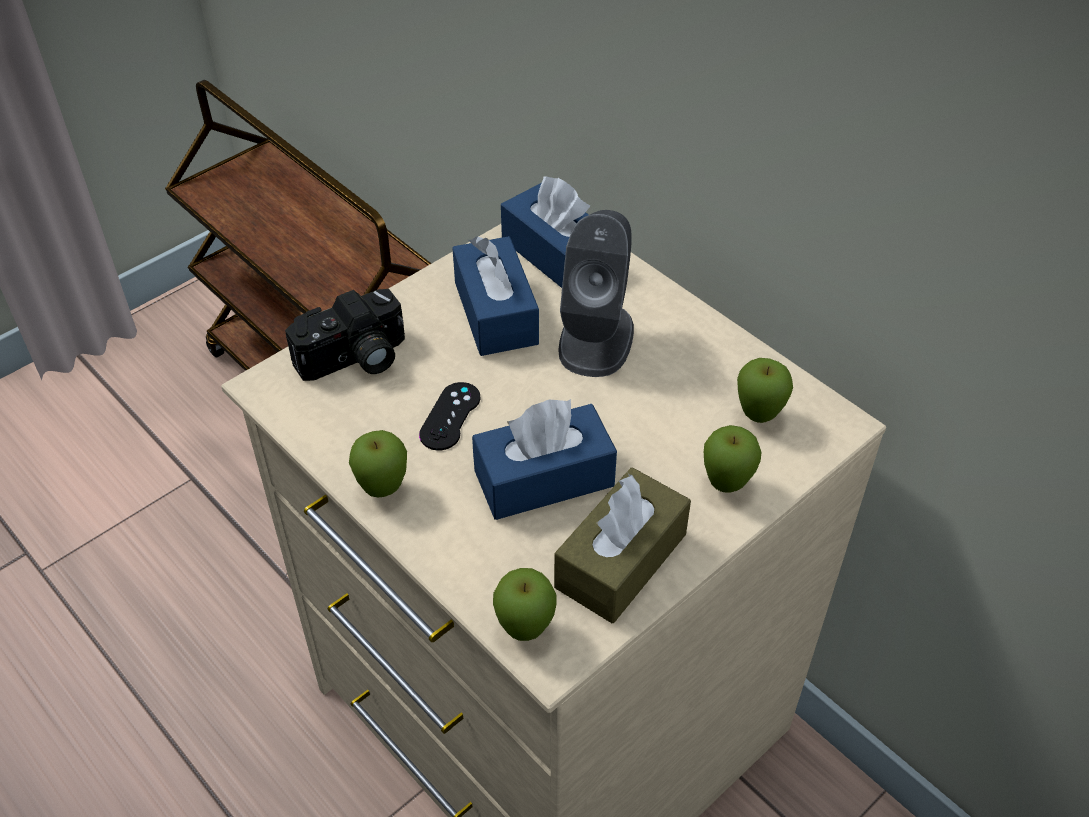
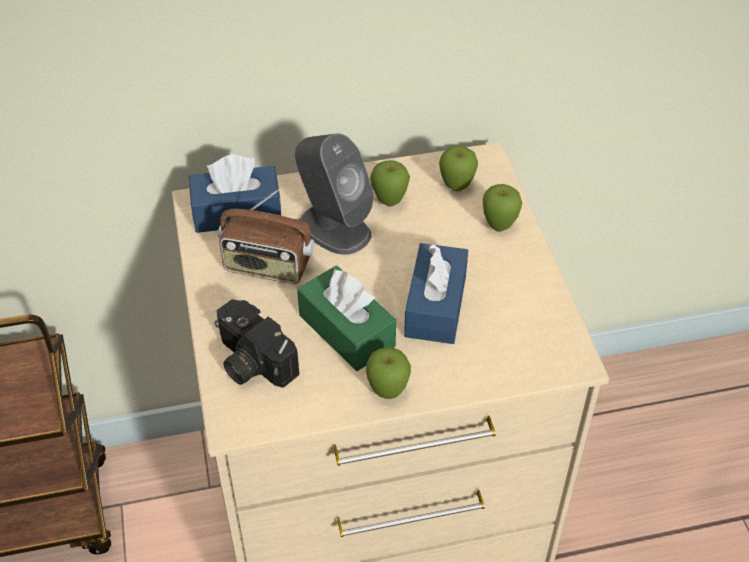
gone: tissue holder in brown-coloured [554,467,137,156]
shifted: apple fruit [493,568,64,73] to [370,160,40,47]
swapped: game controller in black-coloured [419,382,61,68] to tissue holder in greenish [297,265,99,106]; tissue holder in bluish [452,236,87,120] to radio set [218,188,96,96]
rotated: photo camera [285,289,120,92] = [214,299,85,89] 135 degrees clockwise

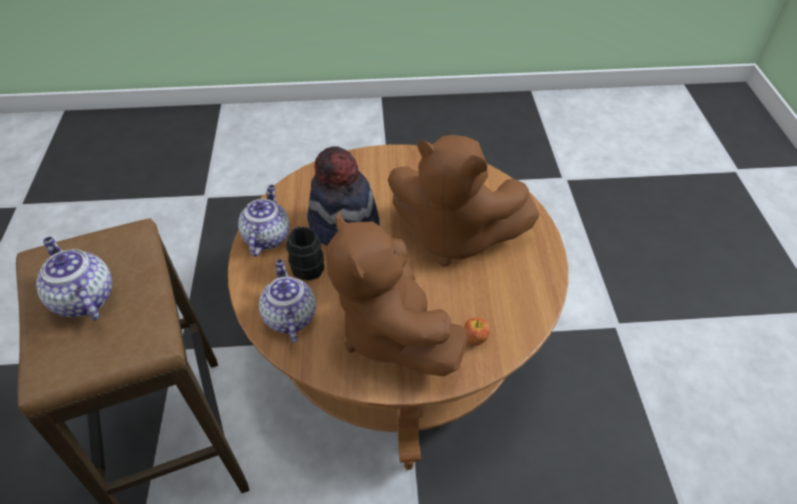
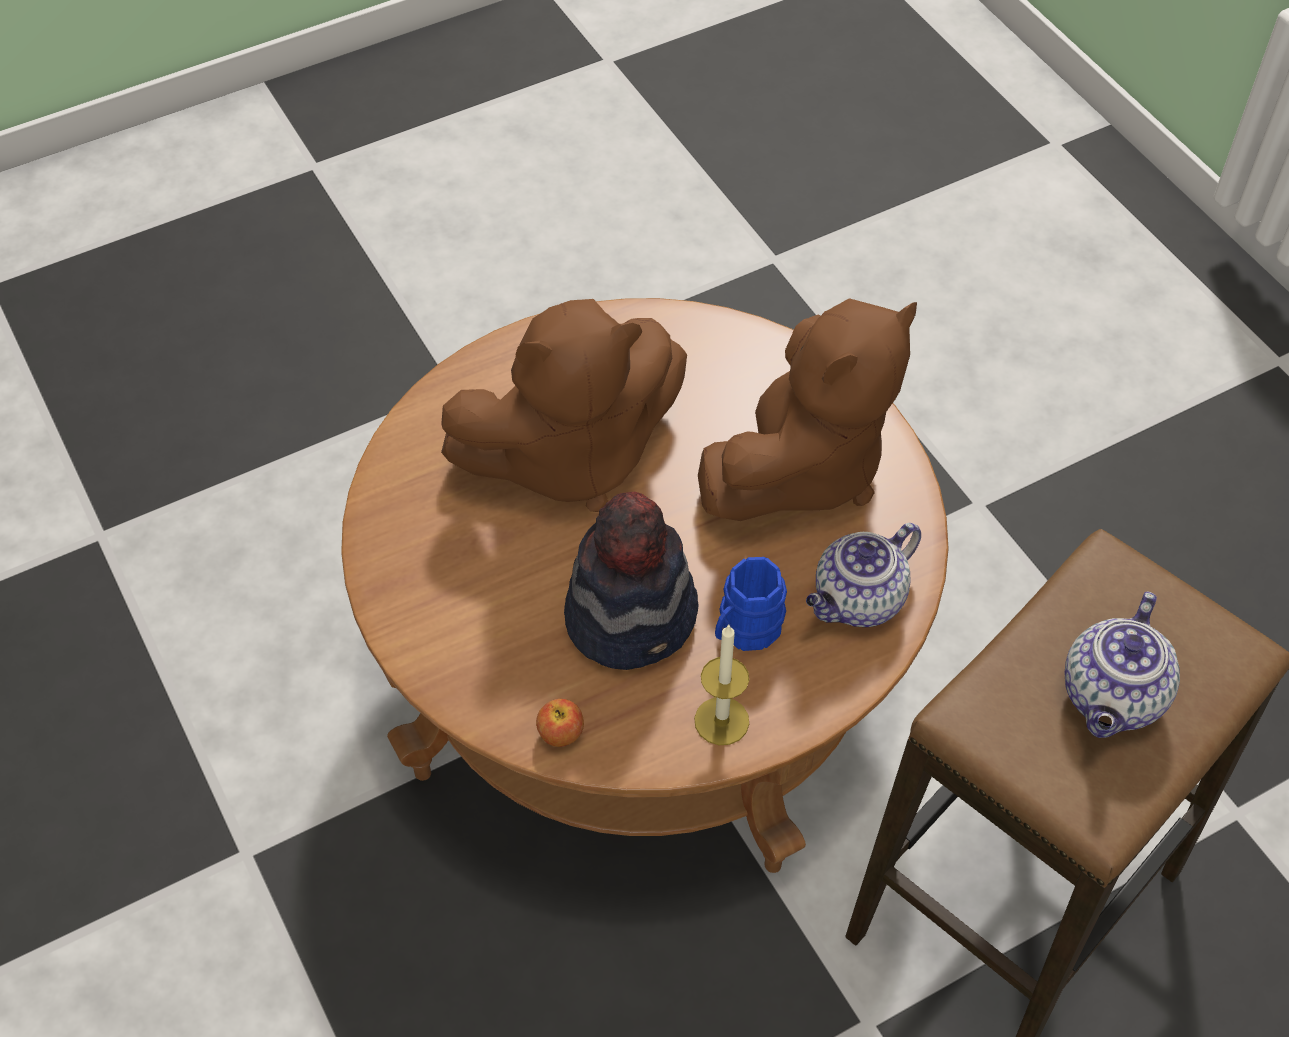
shifted: apple fruit [464,317,26,28] to [536,699,48,48]
swapped: tea pot [238,185,52,72] to candle [694,624,55,121]
repainted: mug in black-coloured [286,226,38,55] to mug in bluish [715,557,72,94]
rotated: cuddly toy in brown-coloured [387,135,153,131] = [441,299,246,213] 75 degrees clockwise

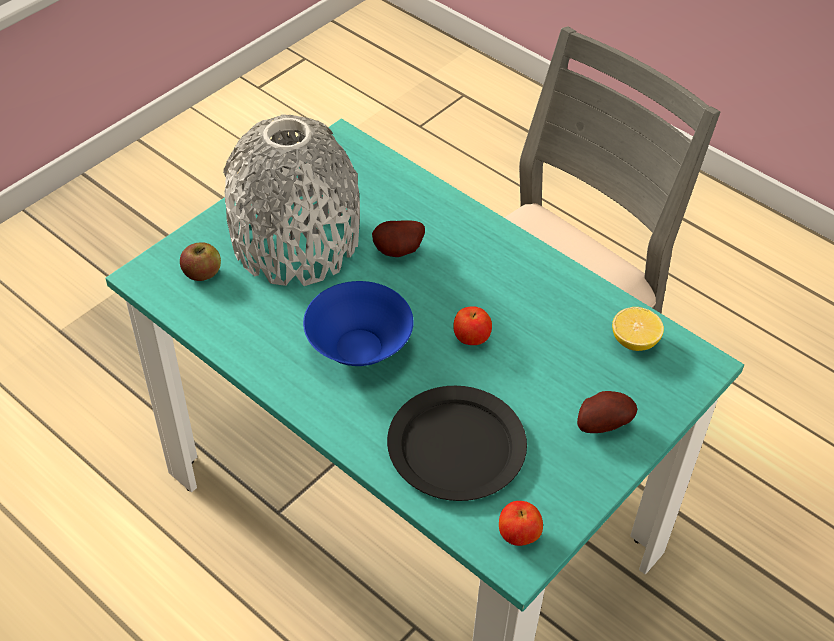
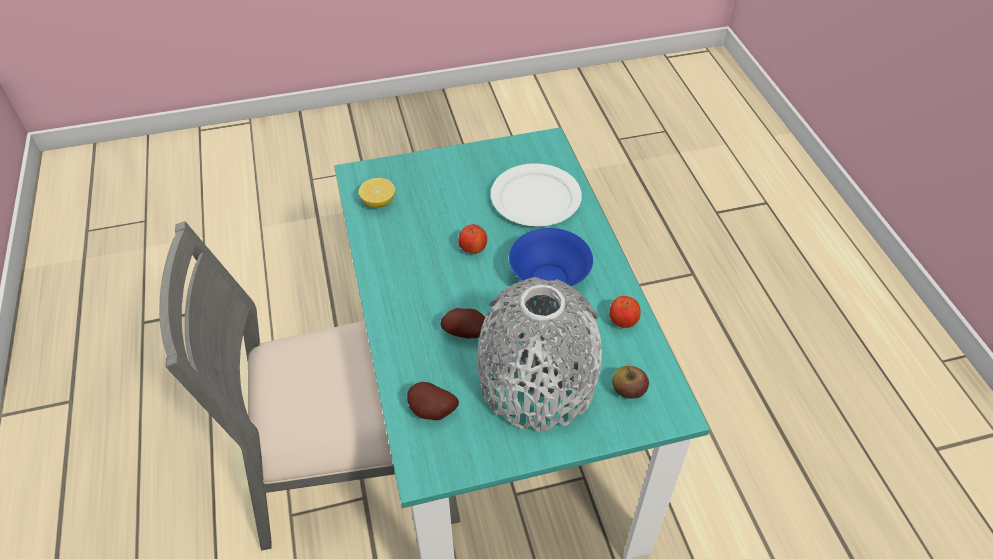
shifted: apple fruit [499,501,44,45] to [609,296,32,32]; spud [577,391,60,42] to [407,382,52,38]
repainted: plate in black-coloured [387,386,140,115] to plate in white [491,163,91,63]

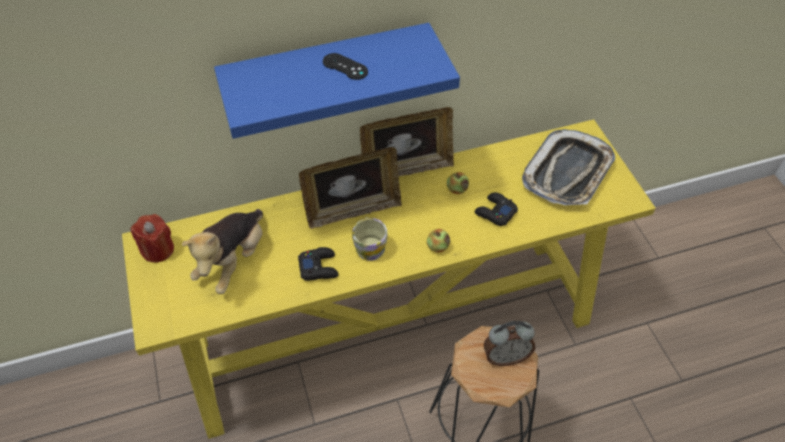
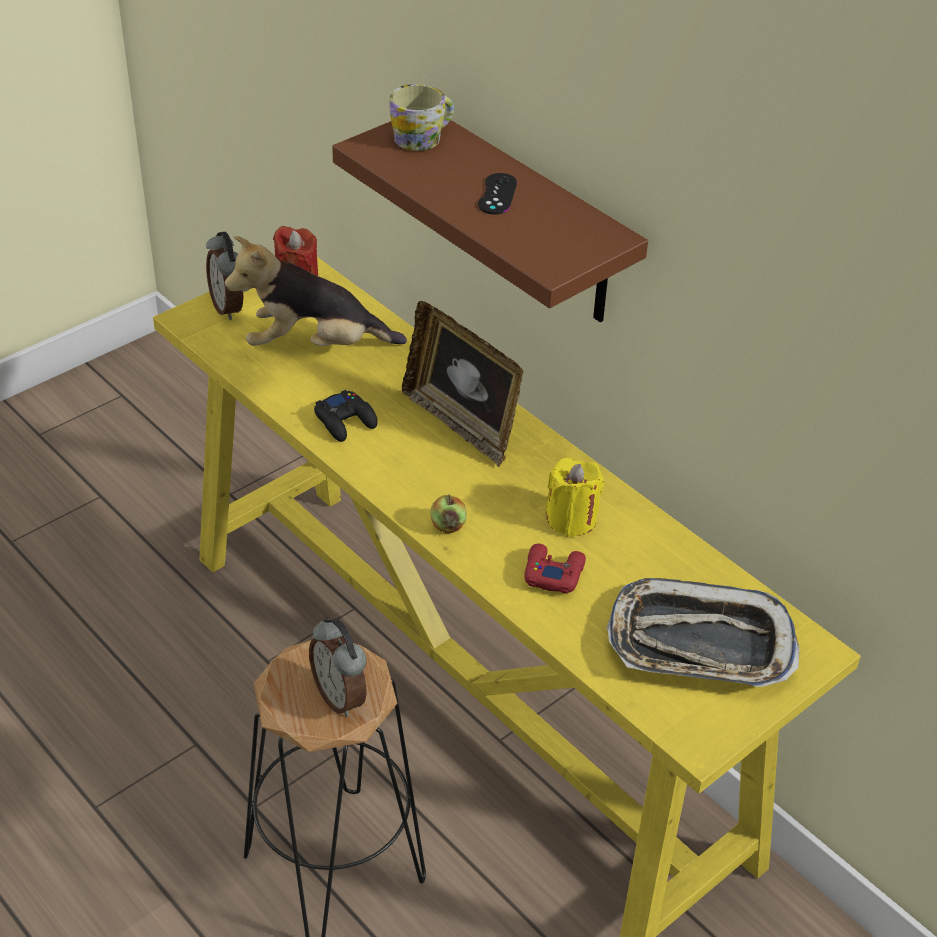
gone: photo frame [360,107,94,69]
new: table clock [206,232,37,88]
shifted: mug [352,217,36,44] to [389,84,65,67]
swapped: apple fruit [447,172,22,22] to candle in yellowish [545,458,59,79]
repainted: wall shelf in bluish [214,23,246,116] to wall shelf in brown-coloured [332,120,316,202]; game controller in black-coloured [475,193,43,33] to game controller in red-coloured [524,544,62,50]

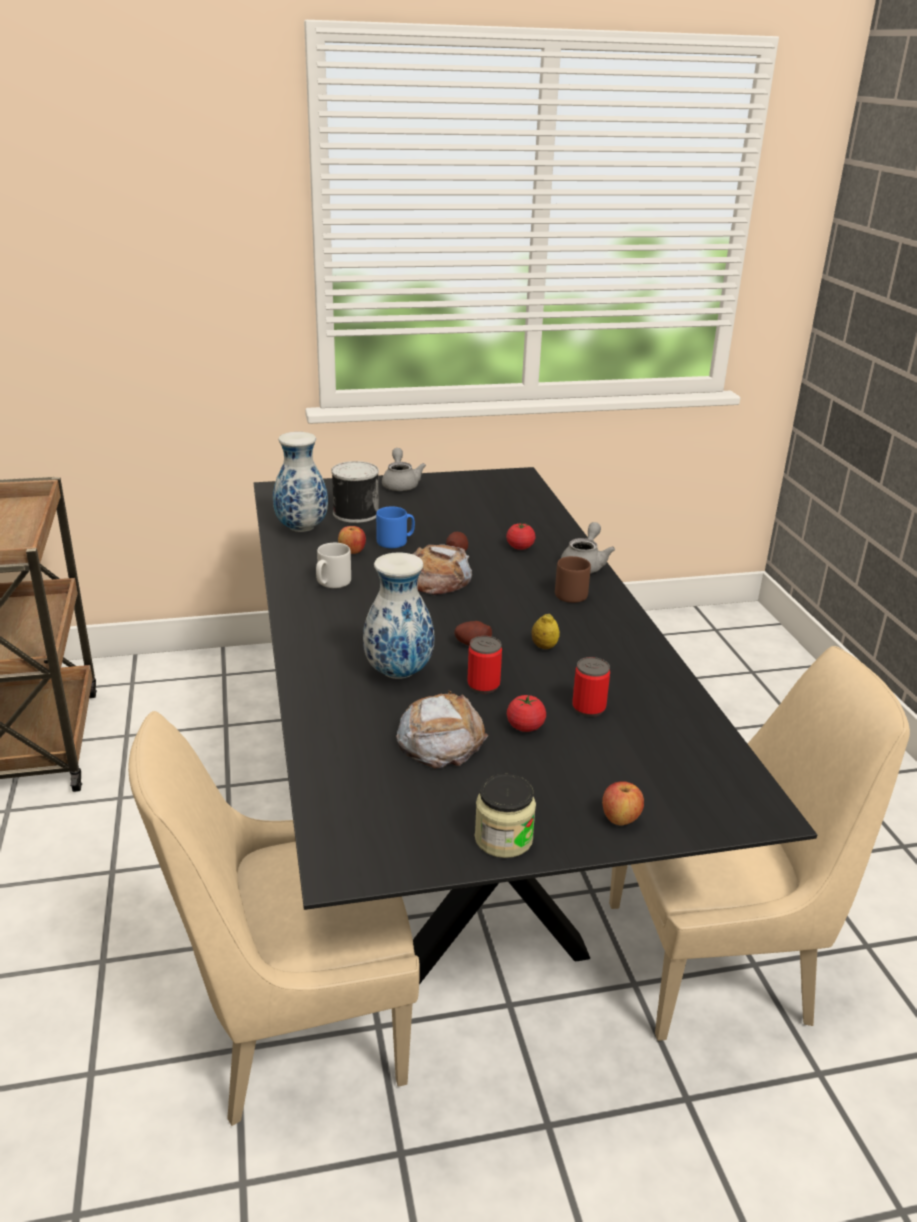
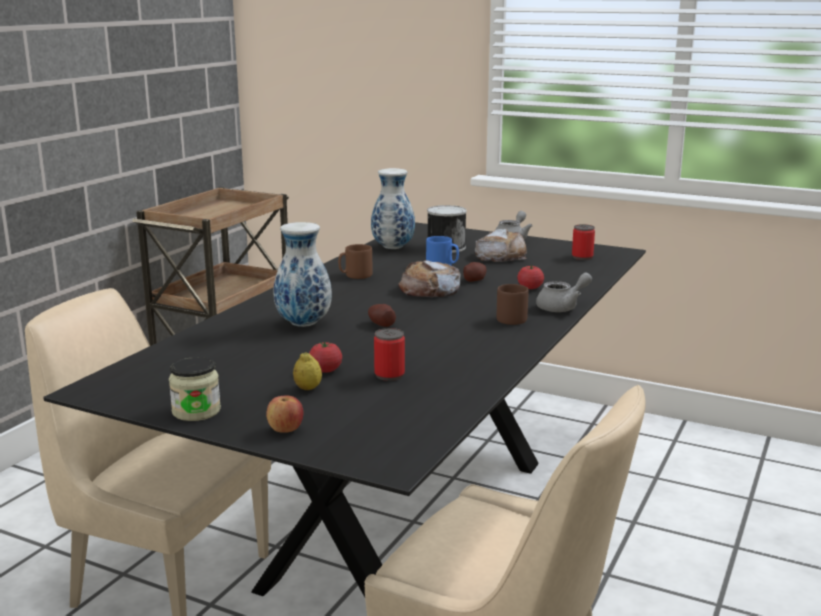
gone: apple fruit [338,526,28,28]
shifted: bread [396,690,92,78] to [475,229,52,33]; can [467,636,35,58] to [572,224,23,36]; citrus fruit [532,614,28,35] to [293,352,29,38]
repainted: mug in grey [316,543,35,45] to mug in brown-coloured [338,244,35,35]

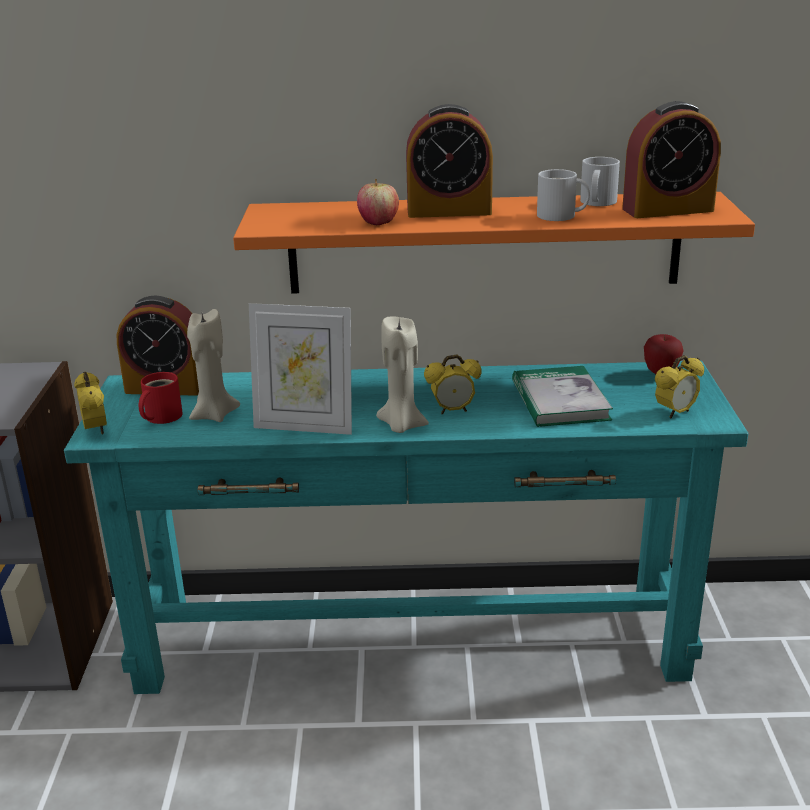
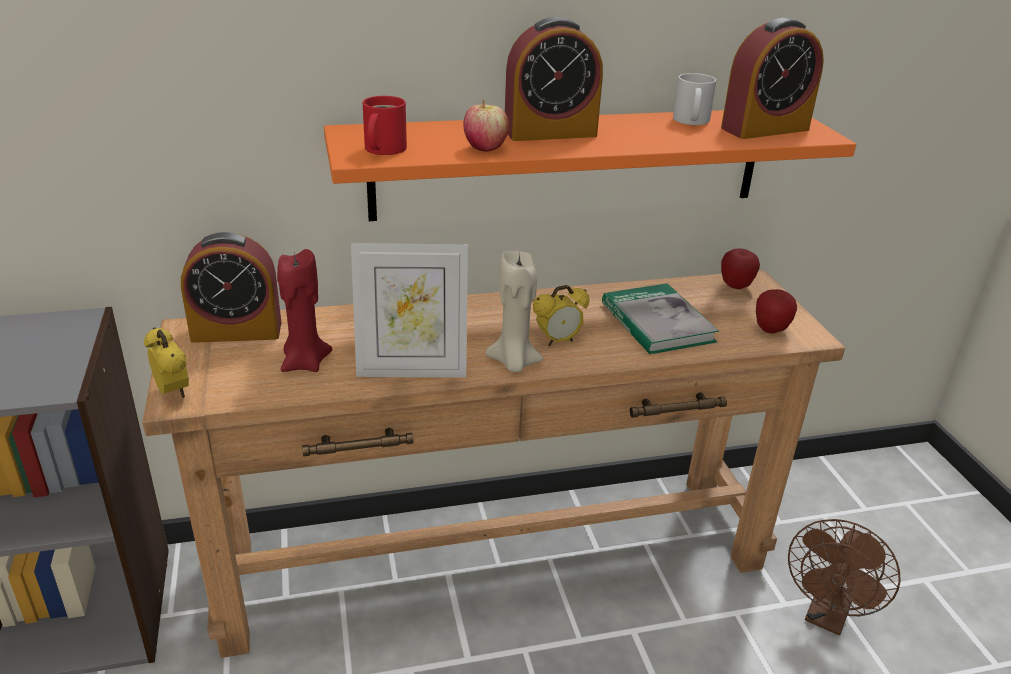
gone: mug in white [537,169,53,52]
new: cooling fan in brown-coloured [788,519,113,116]
shifted: mug in red-coloured [139,372,44,52] to [363,96,44,59]
swapped: table clock [655,355,49,64] to apple fruit [756,289,41,44]
repainted: narrow table in turquoise [64,361,685,333] to narrow table in brown-coloured [142,270,703,388]; candle in sand-coloured [187,309,53,113] to candle in red-coloured [277,249,55,123]

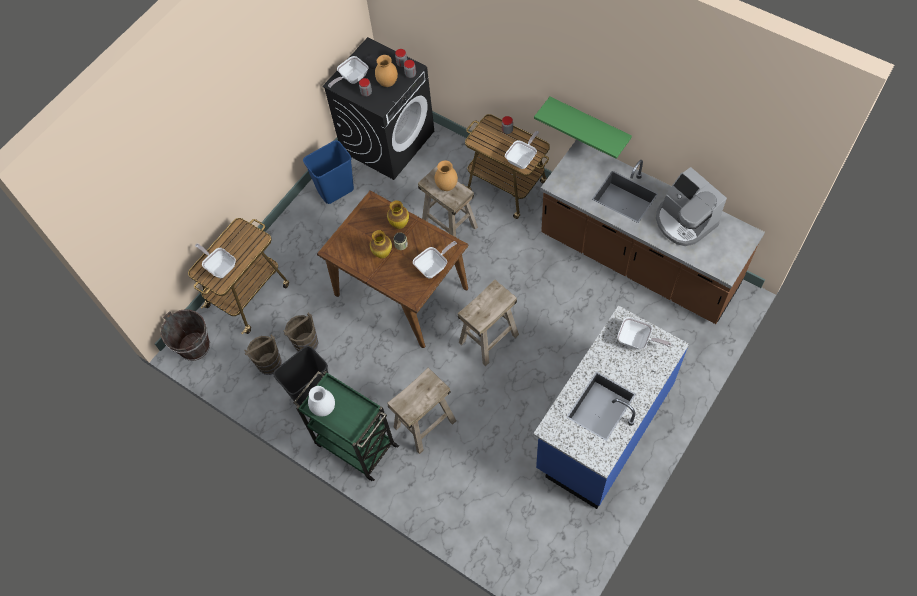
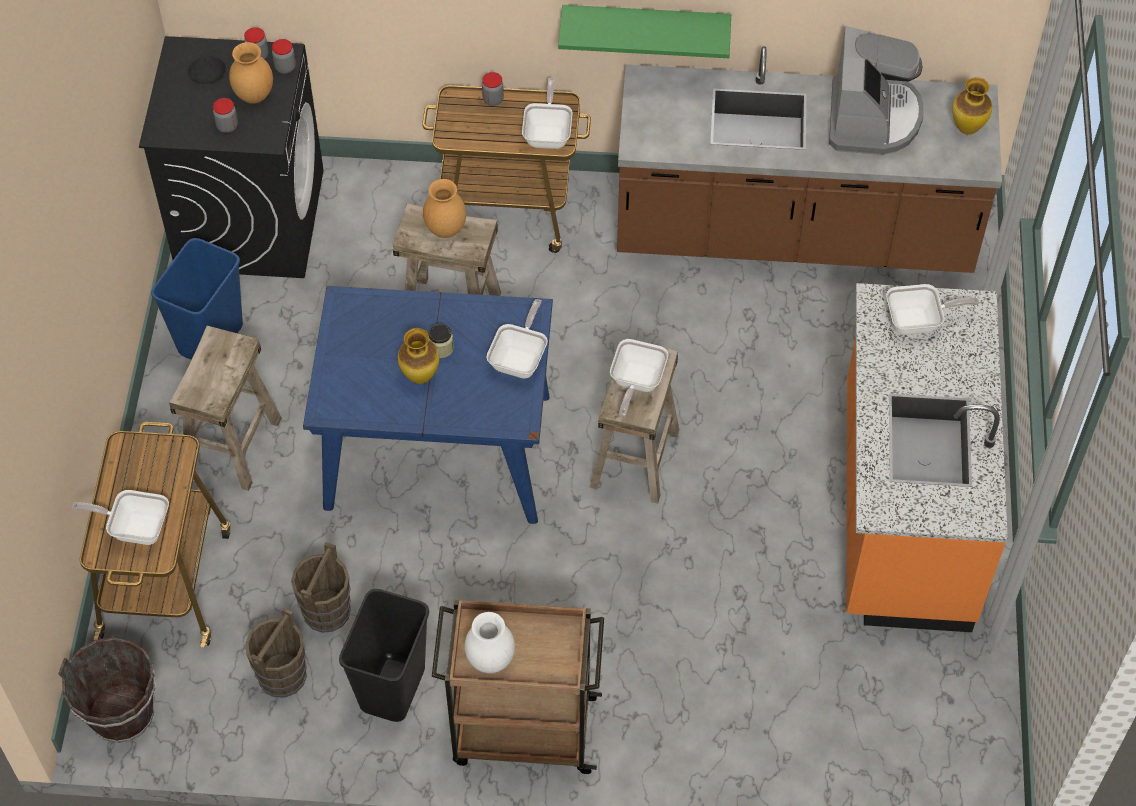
shifted: skillet [328,56,41,32] to [610,339,58,78]; flower vase [387,200,22,29] to [952,77,40,58]; stool seat in sand-coloured [387,367,69,87] to [169,326,113,165]
repainted: wheeled cart in greenish [293,371,106,110] to wheeled cart in brown-coloured [432,599,172,175]; dining table in brown-coloured [317,190,151,158] to dining table in bluish [303,286,250,238]; kitchen counter in bluish [533,306,156,203] to kitchen counter in orange-coloured [846,283,162,349]
rotated: coffee machine [656,167,71,79] = [829,26,94,129] 105 degrees counterclockwise

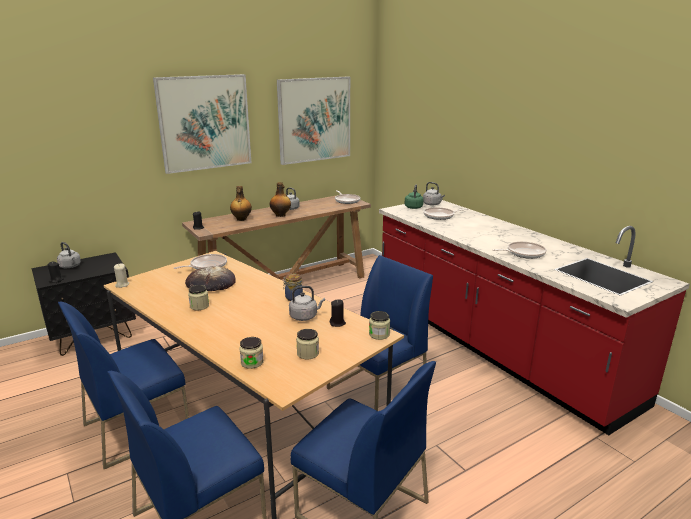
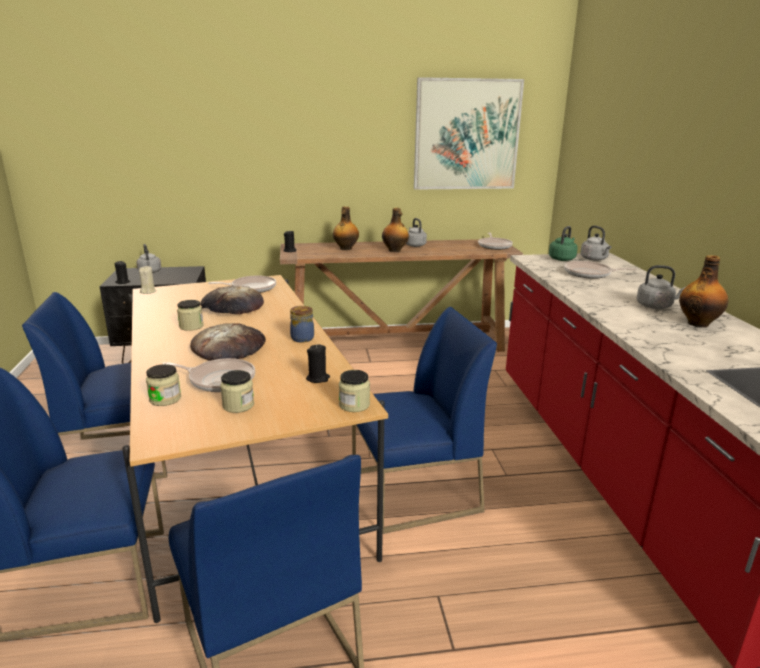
gone: wall picture [153,74,99,100]
new: bread [190,323,76,38]; beverage bottle [679,255,49,73]
shifted: water kettle in grey [289,286,36,35] to [637,265,48,44]; skillet [493,242,54,17] to [163,358,92,34]

